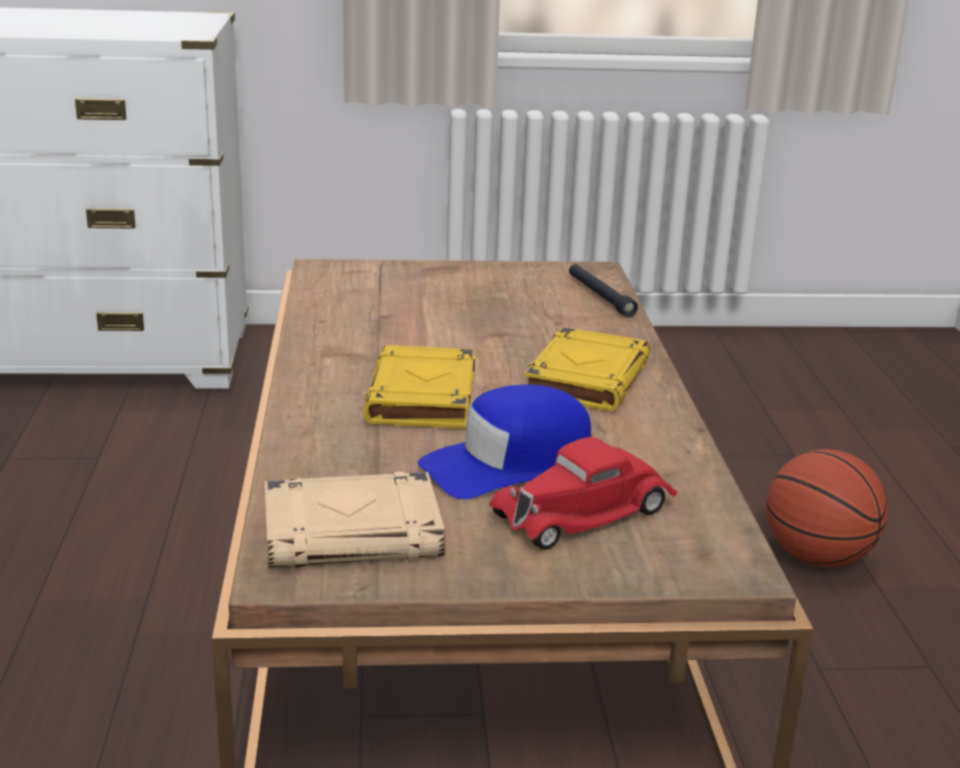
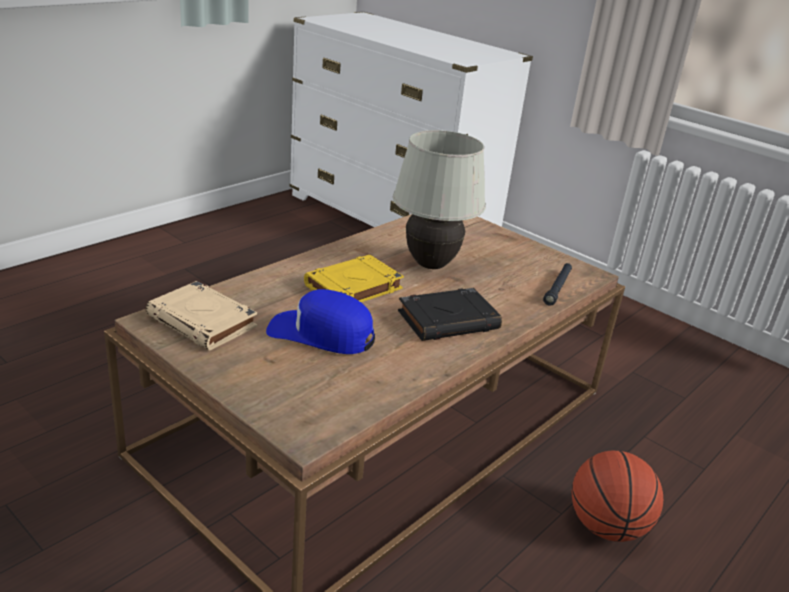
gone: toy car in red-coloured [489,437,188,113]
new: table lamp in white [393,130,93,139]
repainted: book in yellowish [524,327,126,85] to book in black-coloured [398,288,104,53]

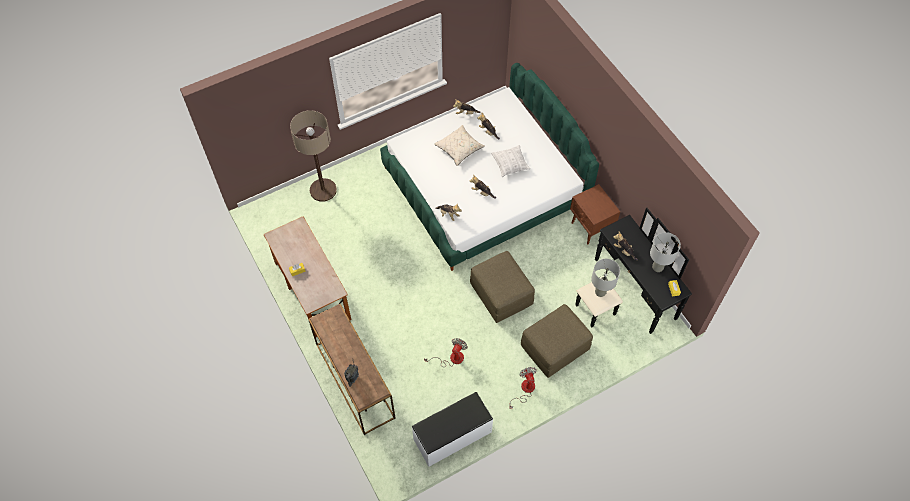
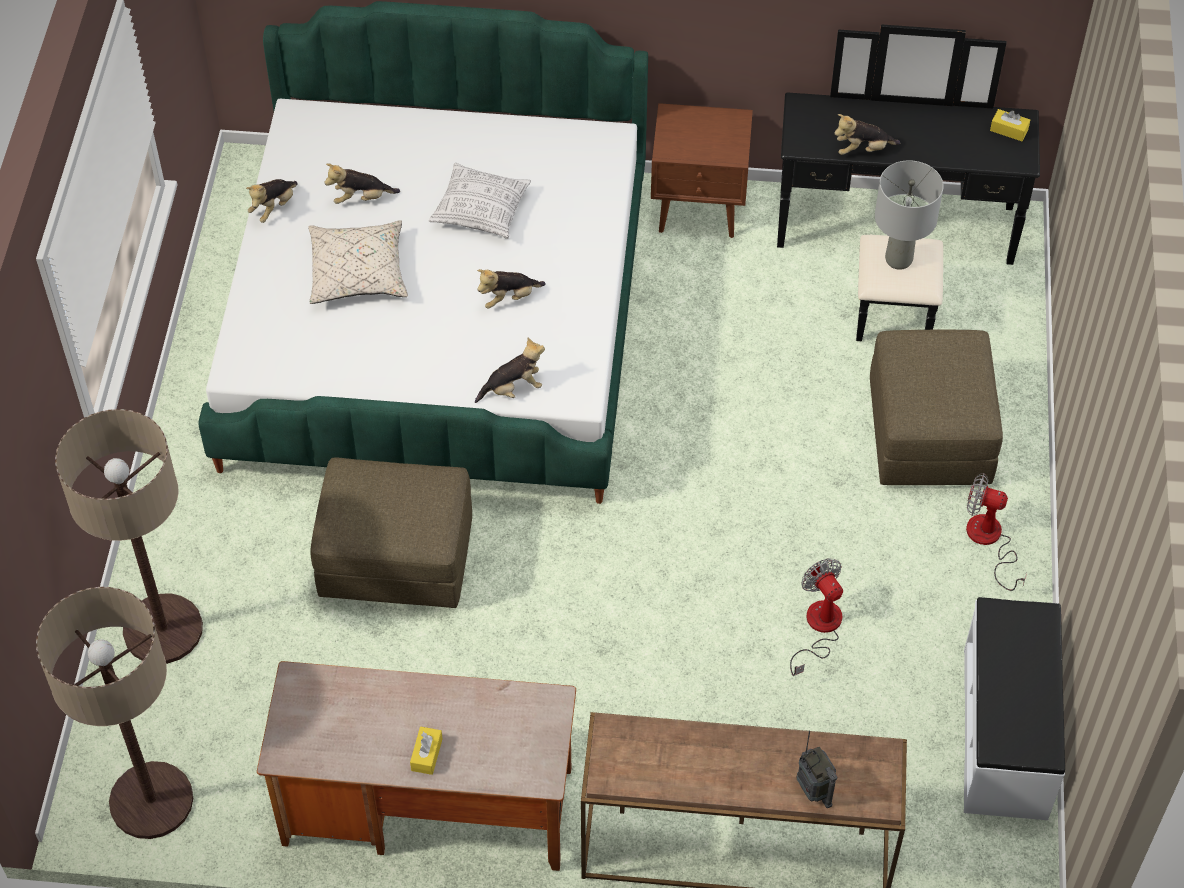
gone: table lamp in grey [650,232,31,40]
new: floor lamp [36,587,157,252]
shifted: ottoman in brown-coloured [470,251,65,72] to [310,457,162,151]

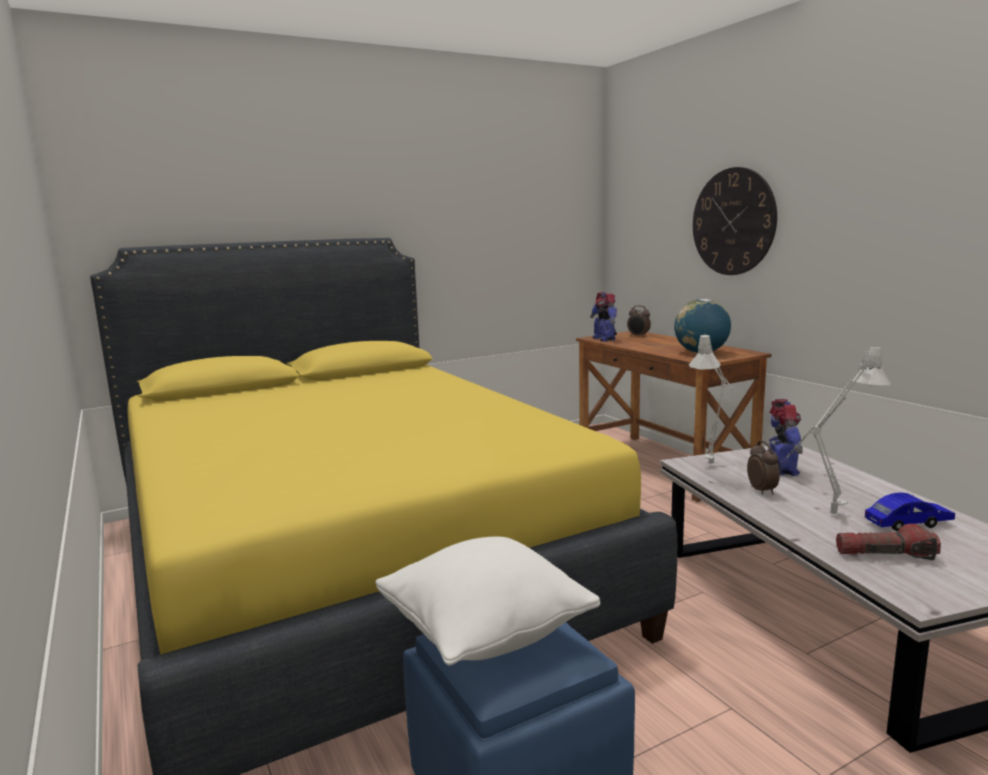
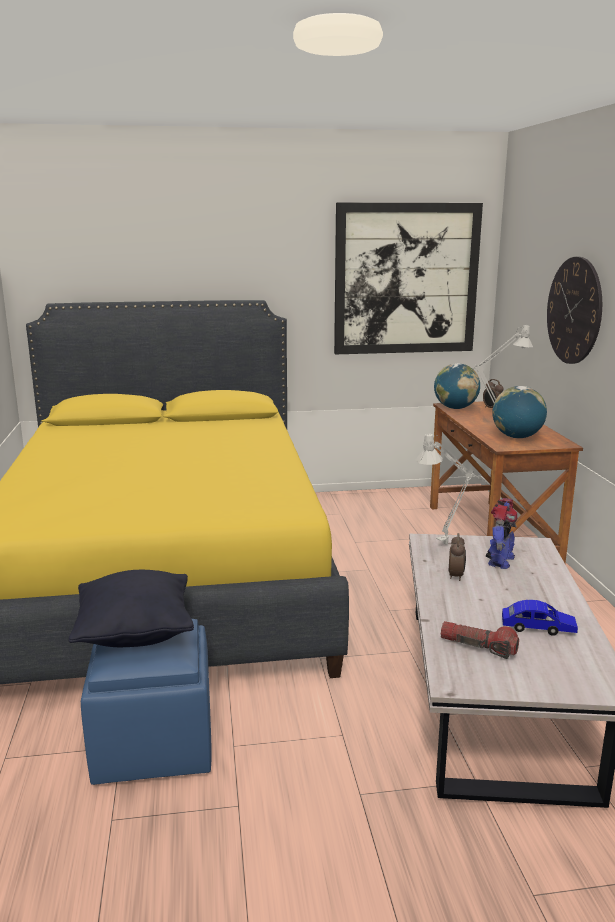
new: wall picture [334,203,149,151]
shifted: table lamp in grey [786,344,105,170] to [457,325,76,78]
swapped: robot figure [590,292,27,50] to desk globe [434,363,46,46]
repainted: cushion in white [375,537,225,129] to cushion in black-coloured [69,570,125,77]

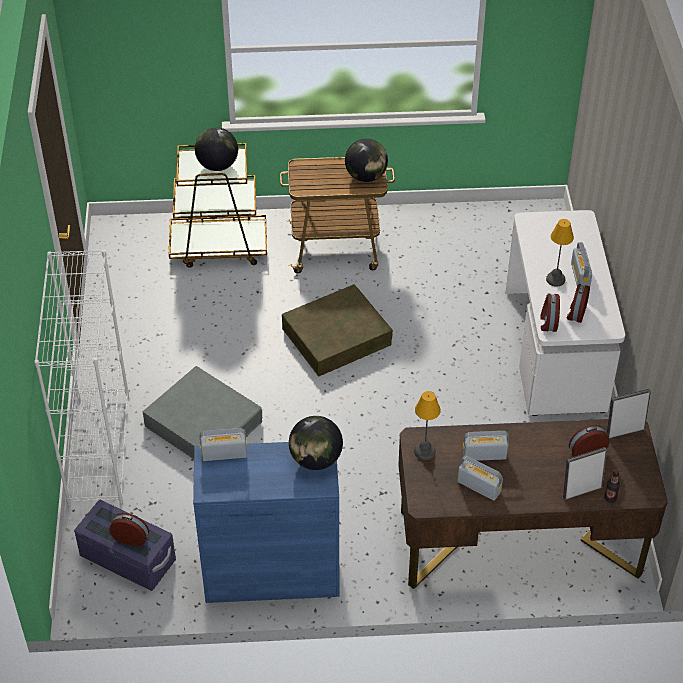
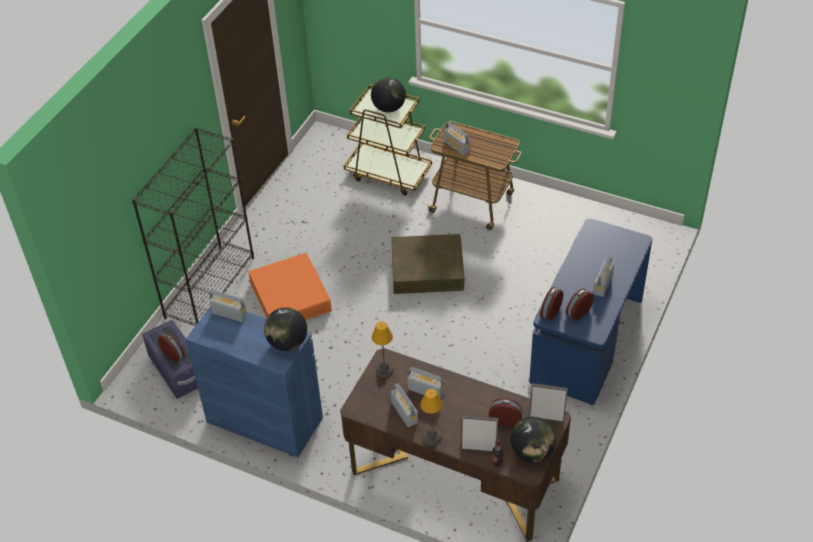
new: radio set [444,122,26,33]
shifted: desk globe [345,139,43,43] to [510,417,46,46]; table lamp [546,219,28,68] to [420,389,23,57]
repainted: shelving unit in white [34,249,95,258] to shelving unit in black-coloured [132,127,122,199]; storage container in grey [143,366,119,93] to storage container in orange-coloured [248,253,84,67]; desk in white [506,210,119,206] to desk in bluish [529,218,123,187]

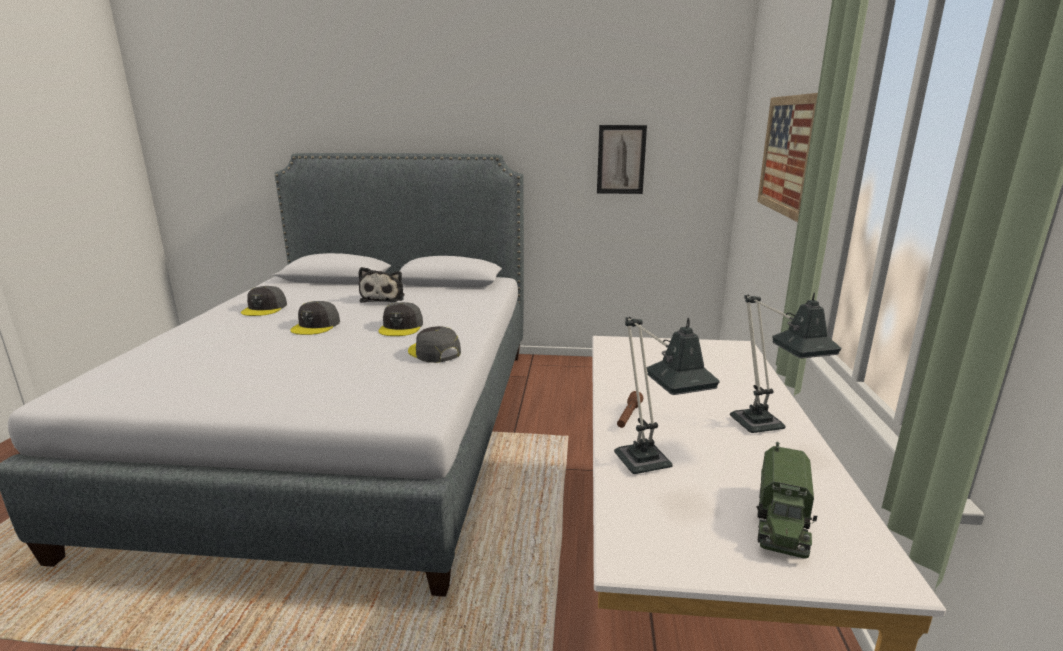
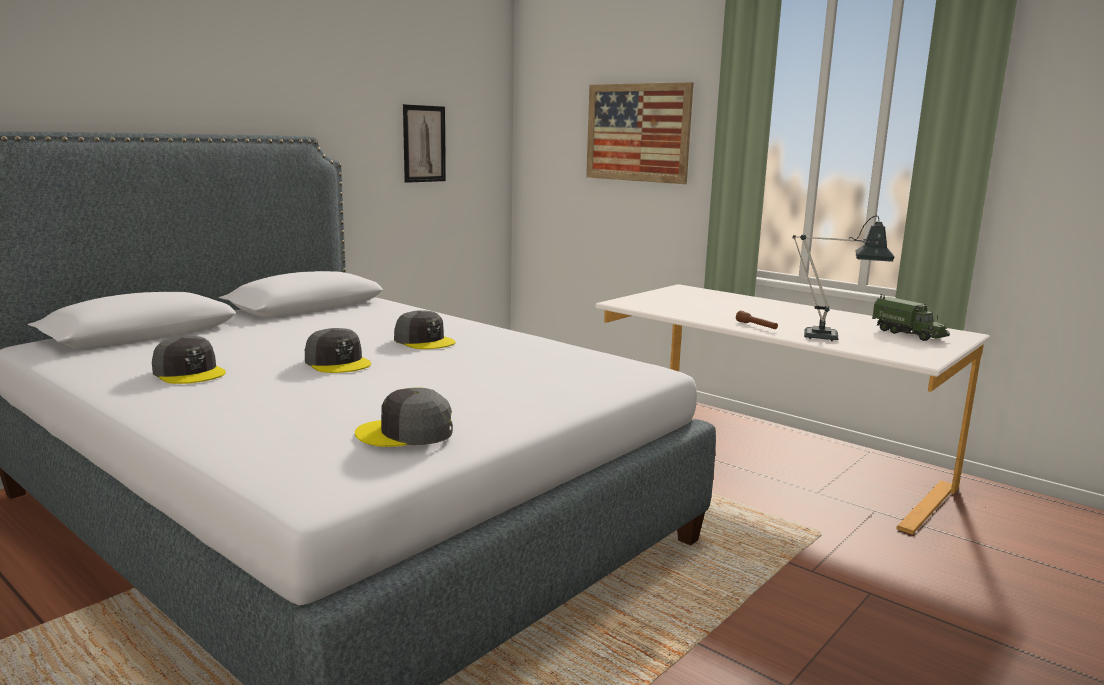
gone: cuddly toy [358,267,46,36]; table lamp [730,292,112,141]
shifted: cap in grey [408,326,53,37] to [355,387,98,60]

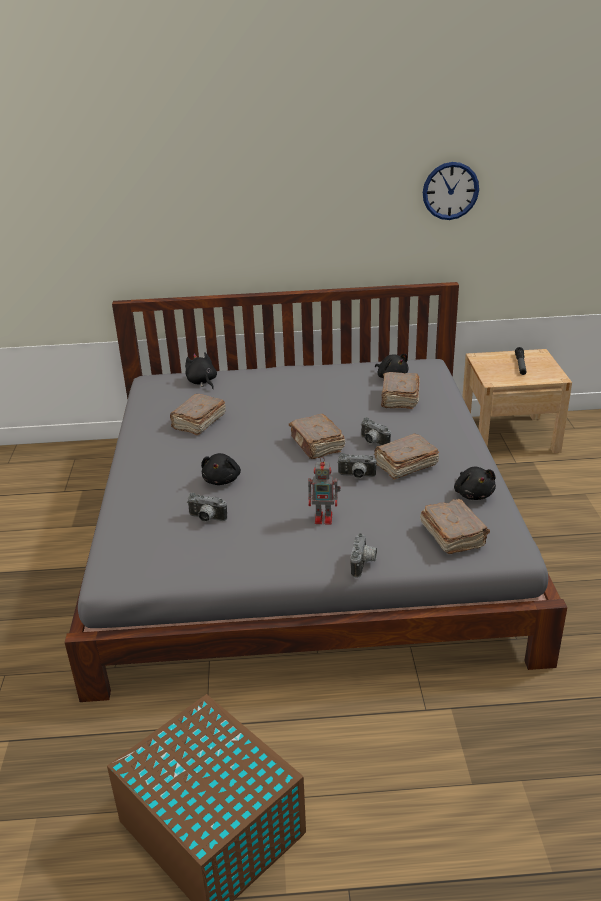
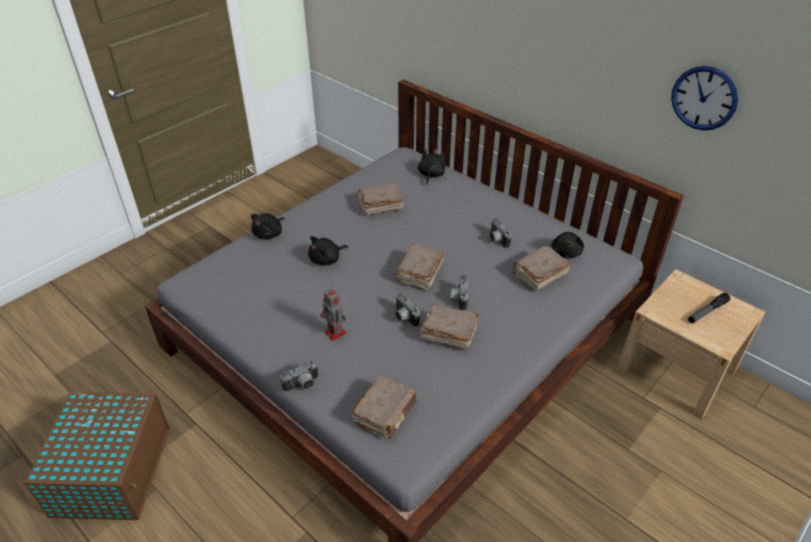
shifted: photo camera [187,493,40,29] to [490,218,22,30]; cuddly toy in black-coloured [454,467,42,33] to [251,213,34,26]

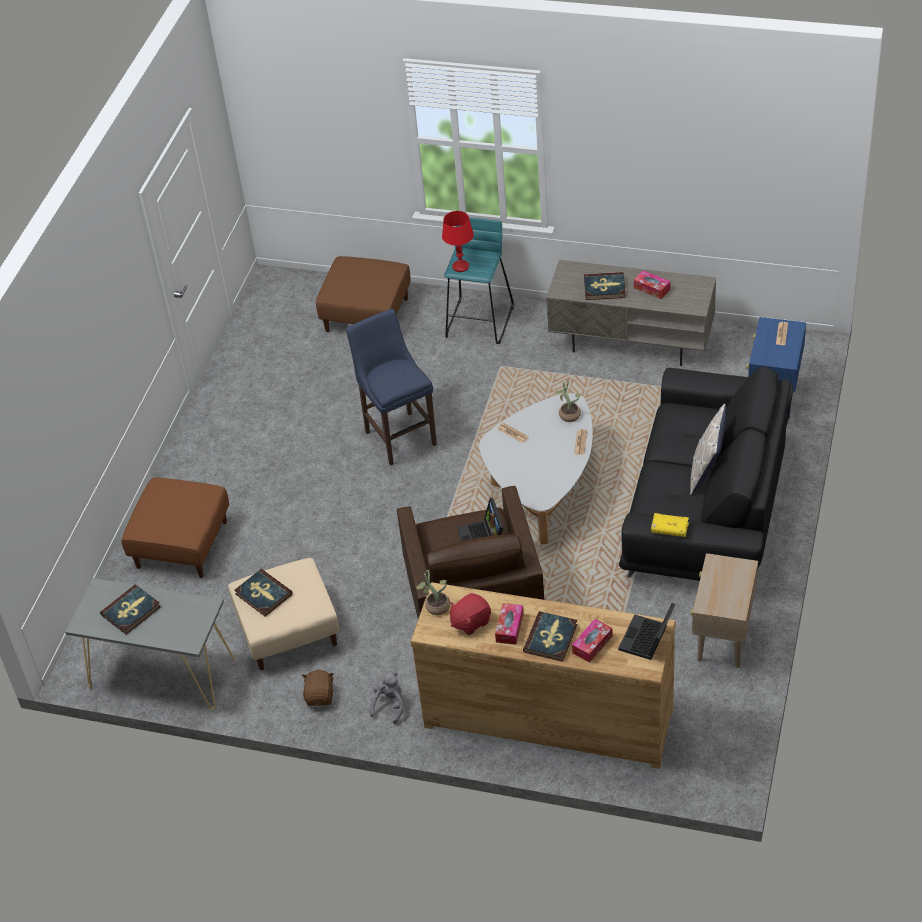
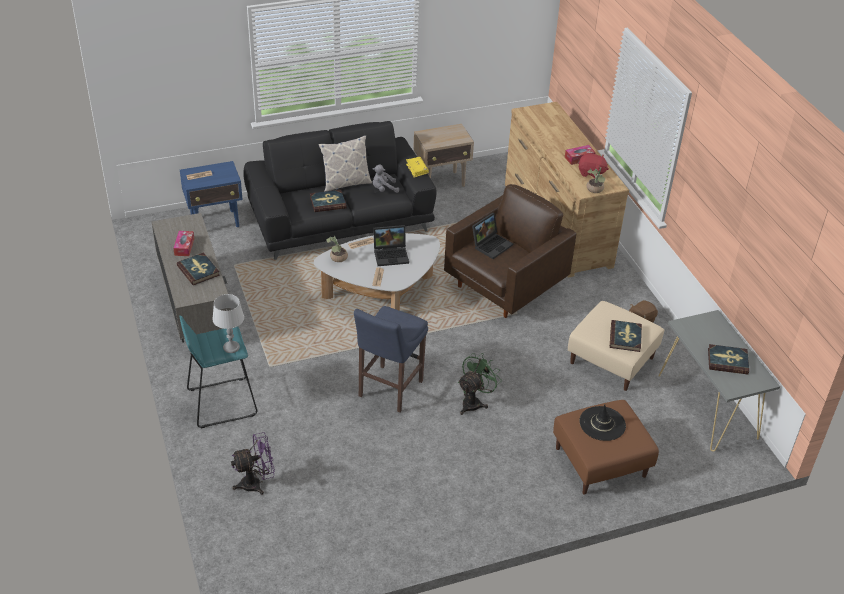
gone: tissue holder [572,619,41,44]
new: cooling fan in greenish [458,353,44,62]; clothing hat in black-coloured [579,405,47,36]
shifted: cuddly toy in grey [370,672,34,52] to [373,164,26,29]; book [523,611,54,51] to [310,190,36,22]; portable computer [618,603,57,57] to [373,225,36,41]
swapped: ottoman in brown-coloured [316,256,95,76] to cooling fan in purple [231,432,44,63]
repainted: table lamp in red-coloured [442,211,32,61] to table lamp in grey [212,294,32,59]

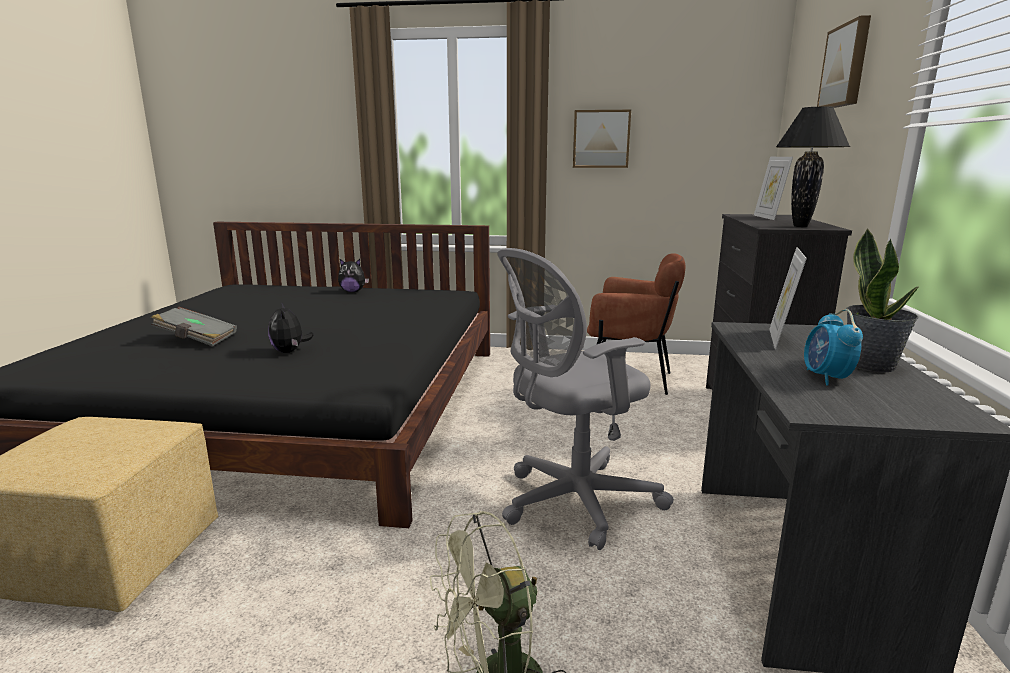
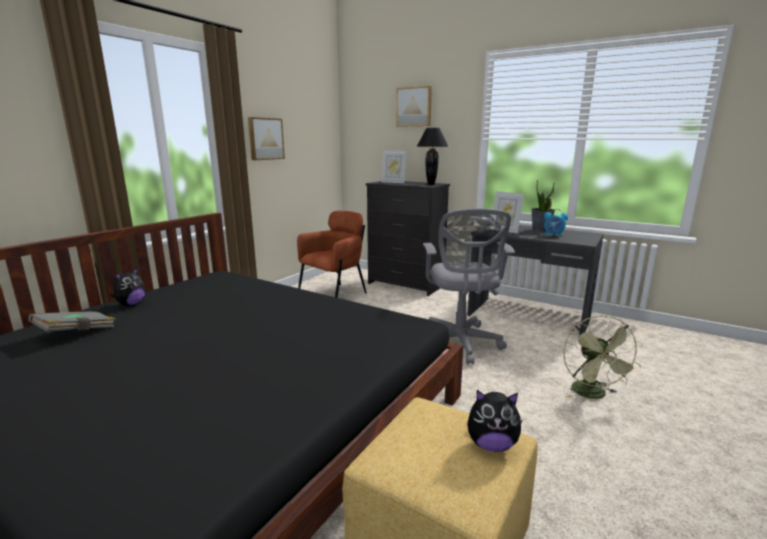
shifted: book in grey [151,307,86,39] to [28,311,88,21]; cuddly toy [268,303,46,50] to [467,390,55,62]

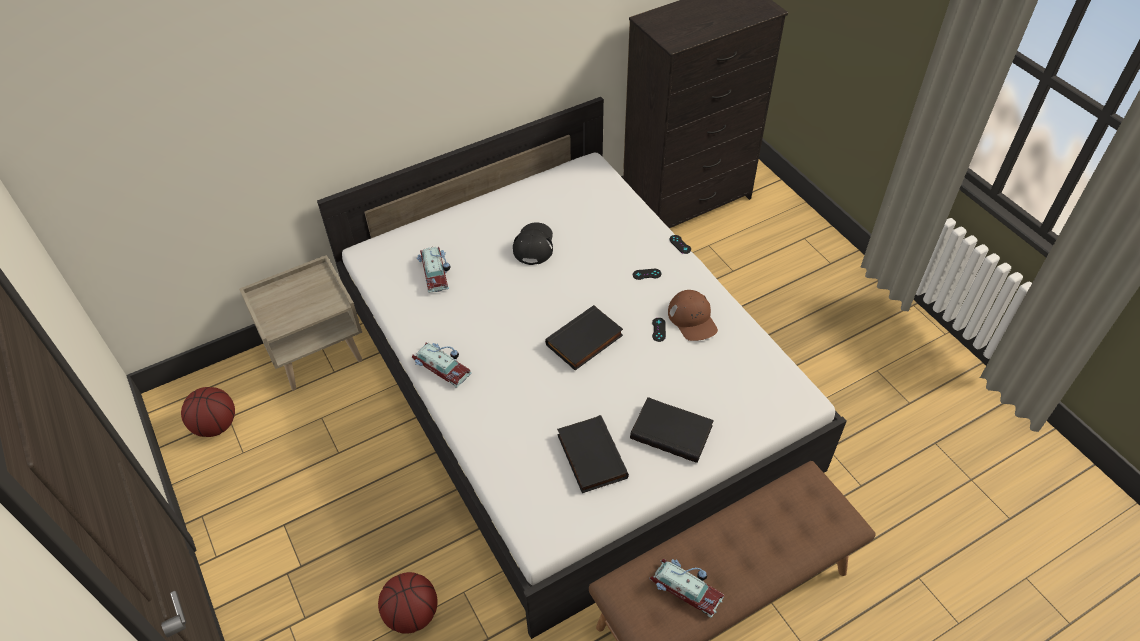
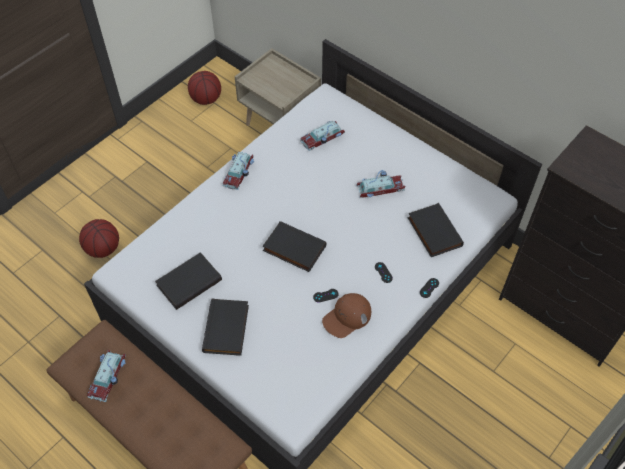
new: book in black-coloured [408,203,56,54]
swapped: cap in black-coloured [513,222,40,43] to toy car [356,170,49,28]

